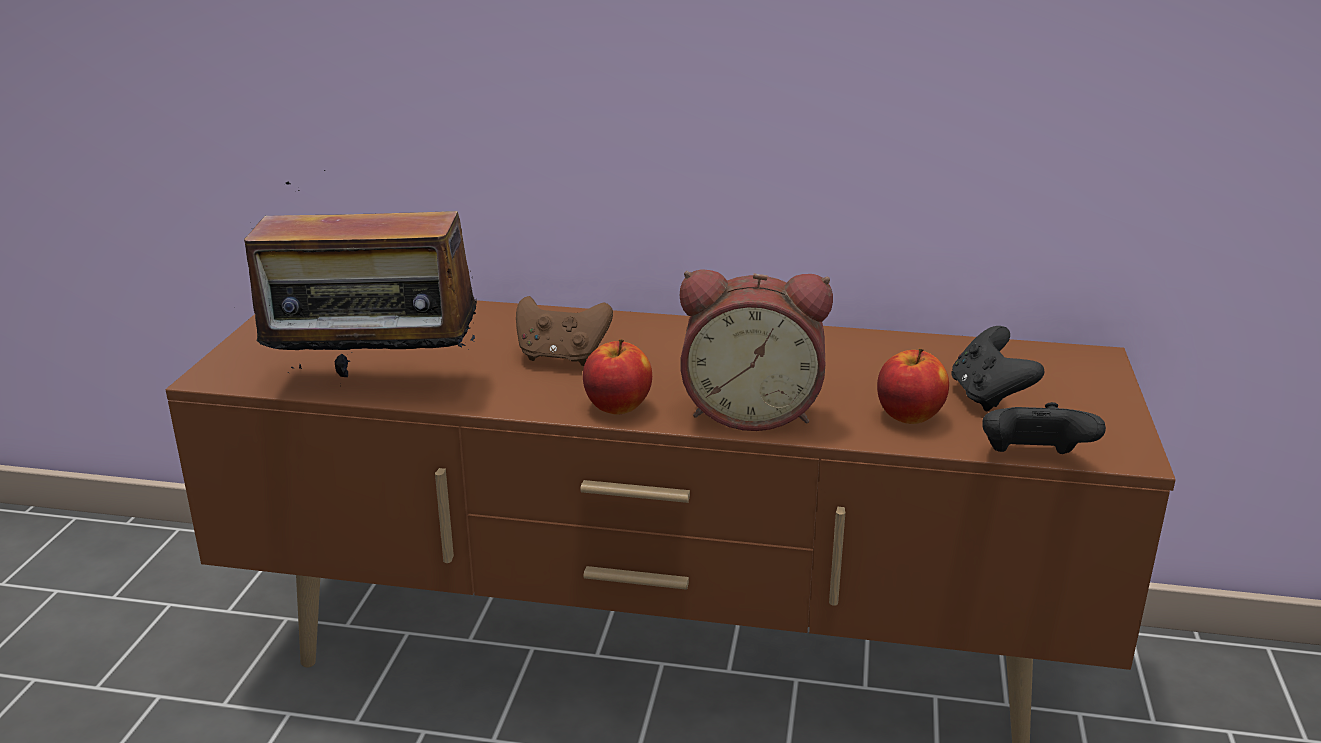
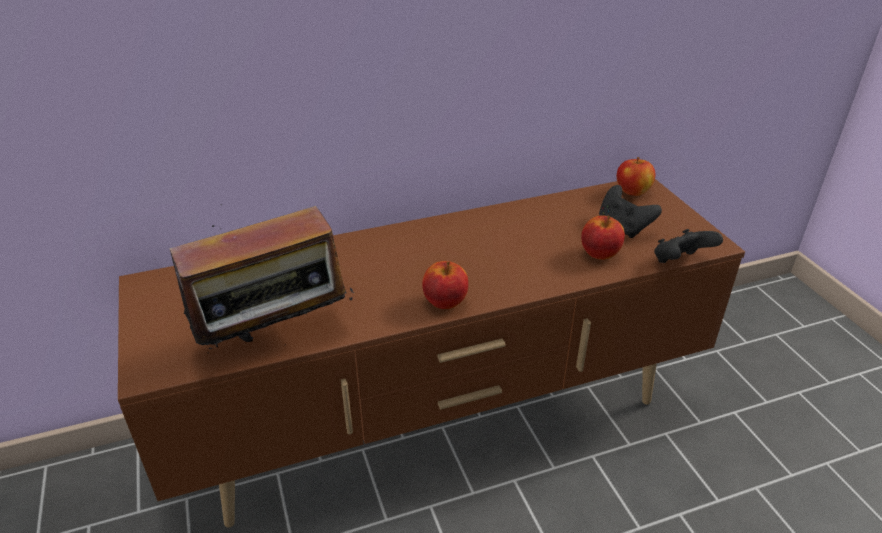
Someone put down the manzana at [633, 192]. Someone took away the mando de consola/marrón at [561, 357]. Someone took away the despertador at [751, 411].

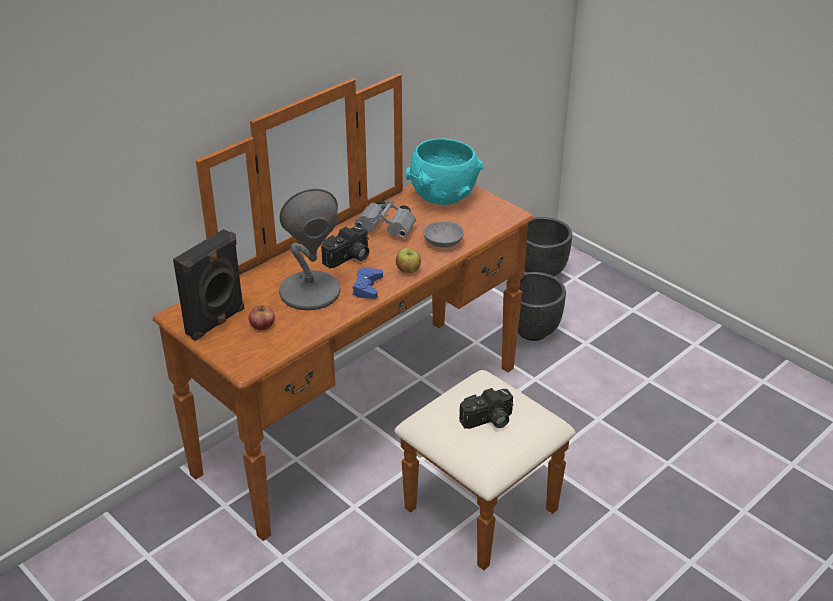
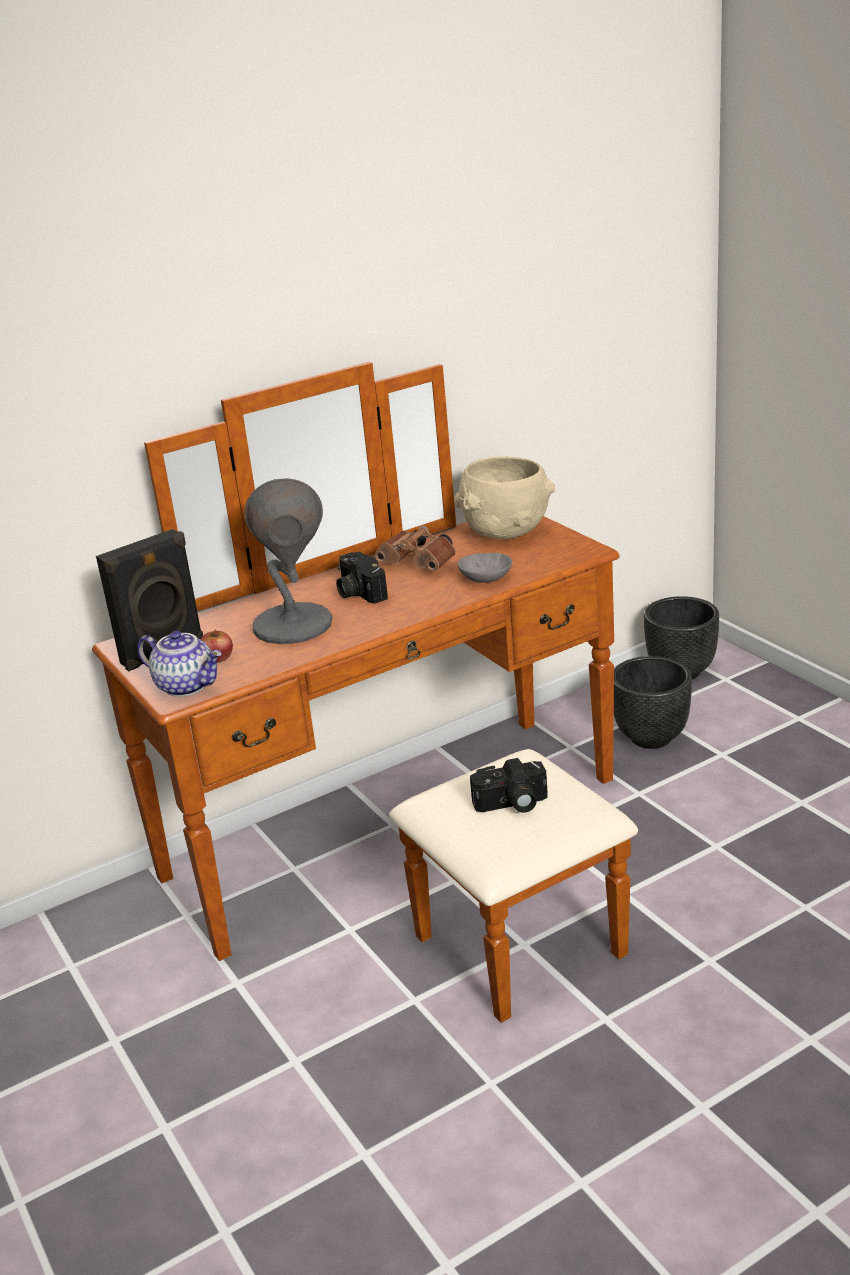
Someone put down the tetera at [187, 686]. Someone rotated the cámara at [349, 258] by 90 degrees clockwise. Someone repainted the prismáticos/gris at [388, 229], which became the prismáticos/marrón at [420, 564]. Someone repainted the cuenco/turquesa at [443, 197], which became the cuenco/beis at [505, 533]. Someone took away the mando de consola/azul at [367, 287]. Someone took away the manzana at [408, 270].

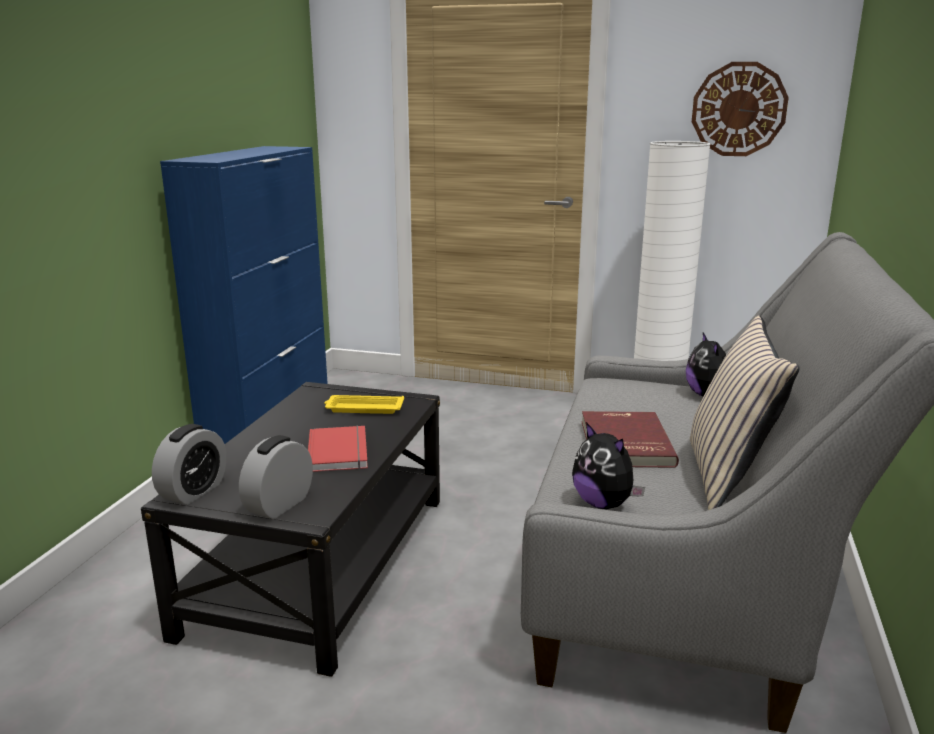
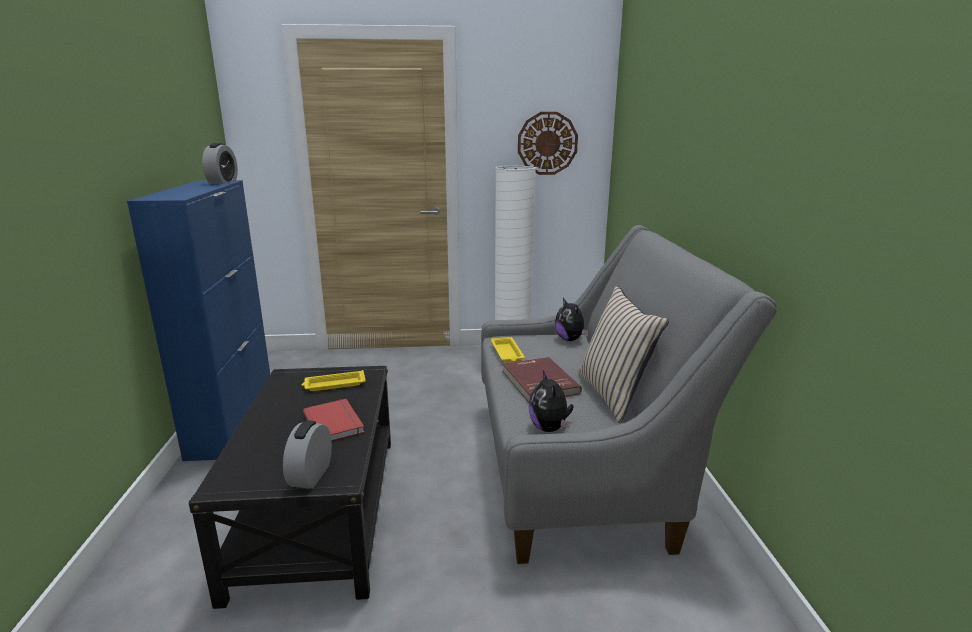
Someone carried the despertador from [194, 491] to [222, 182]. Someone put down the bandeja/amarillo at [507, 353]. Someone rotated the peluche at [604, 504] by 45 degrees clockwise.

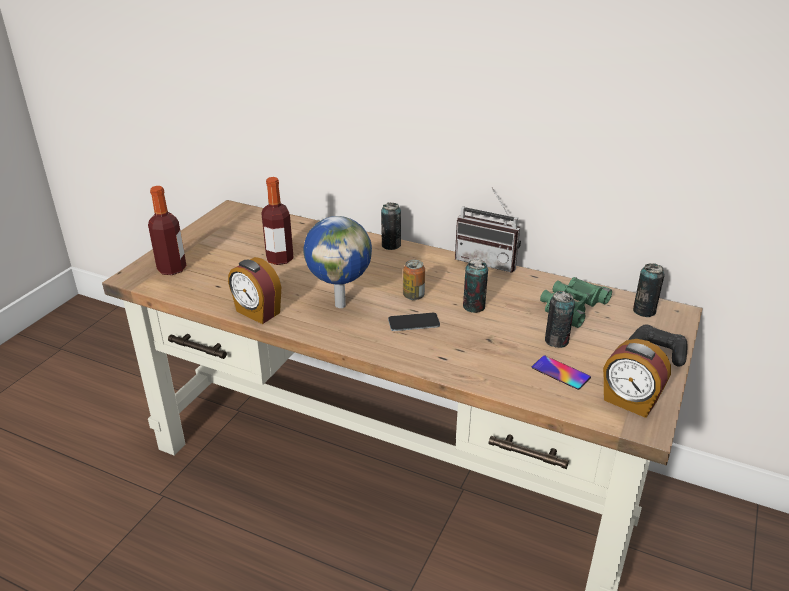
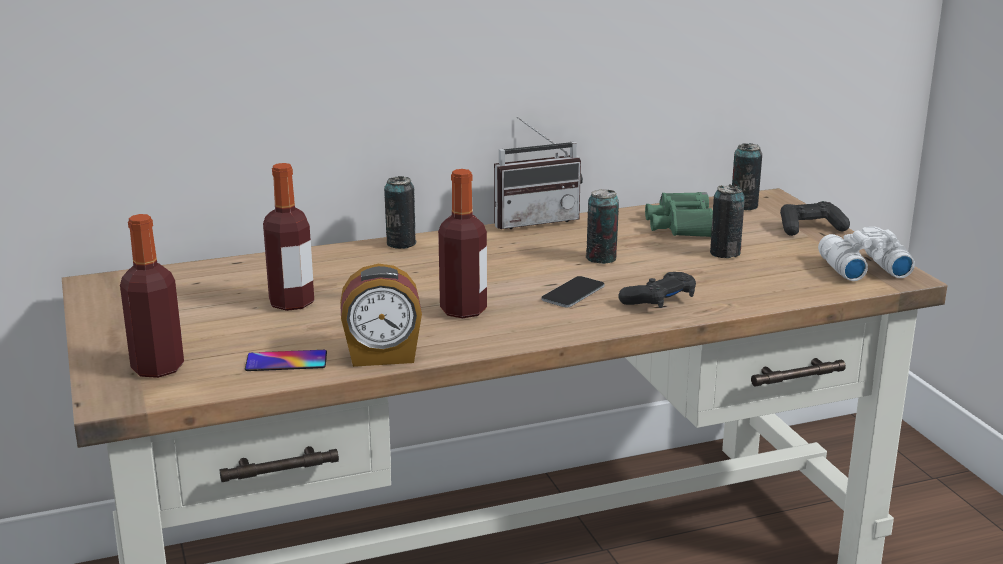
Someone carried the móvil from [560, 373] to [286, 361]. Someone swapped the globo terráqueo at [340, 304] for the botella at [463, 310]. Someone put down the mando de consola/negro at [659, 301]. Someone swapped the despertador at [629, 402] for the prismáticos/blanco at [861, 268]. Someone took away the lata at [413, 296].

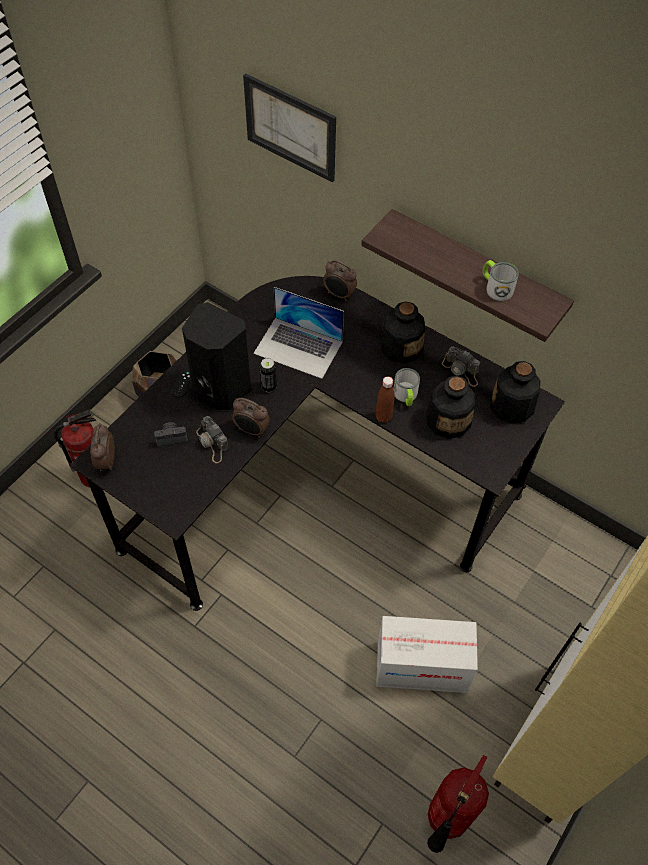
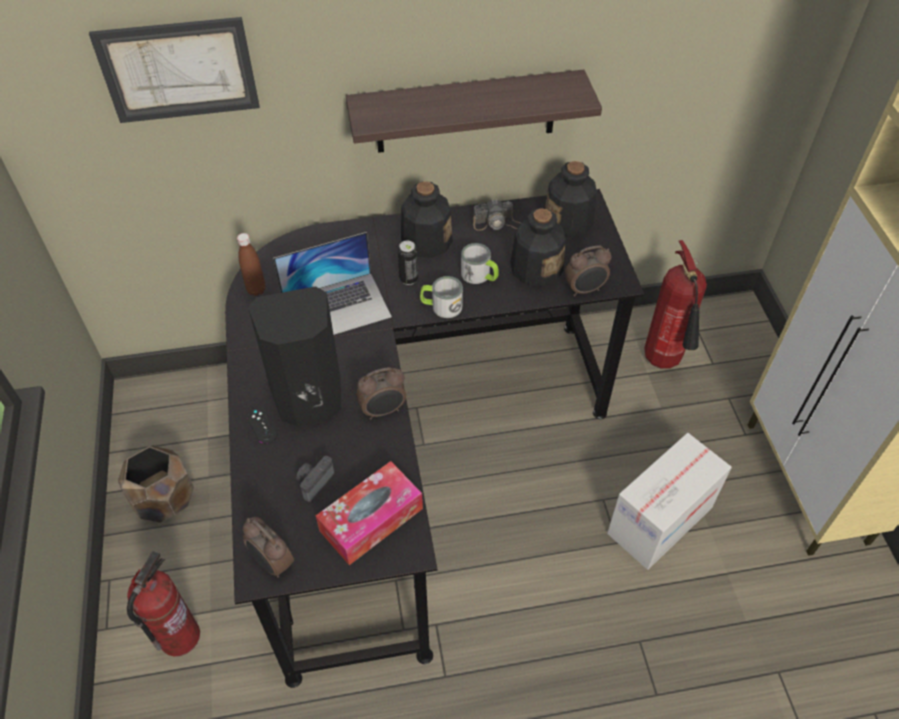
Someone carried the botella/marrón from [383, 417] to [256, 290]. Someone put down the caja de pañuelos at [371, 519]. Someone carried the lata from [269, 387] to [408, 279]. Someone carried the taza grande from [496, 287] to [441, 306]. Someone carried the despertador from [339, 295] to [585, 290]. Someone carried the extintor from [445, 824] to [664, 362]. Someone took away the cámara at [212, 443].

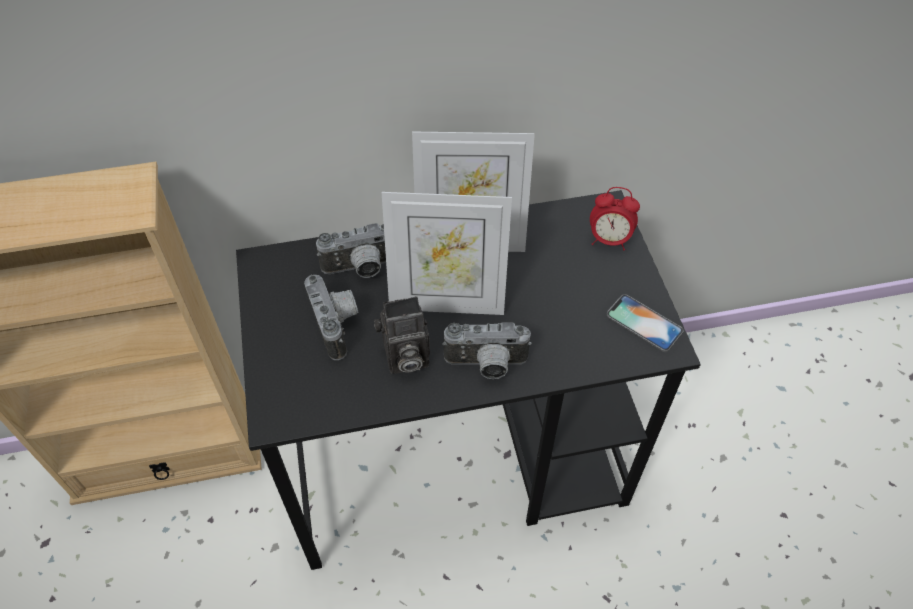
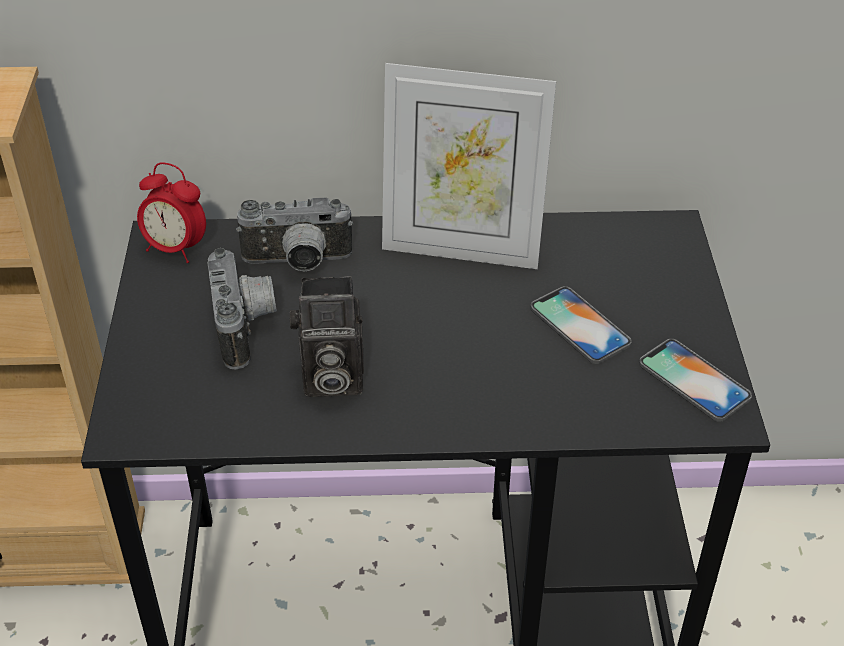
Someone carried the despertador from [609, 240] to [175, 249]. Someone put down the móvil at [579, 325]. Someone took away the portarretratos at [447, 302]. Someone took away the cámara at [486, 365].

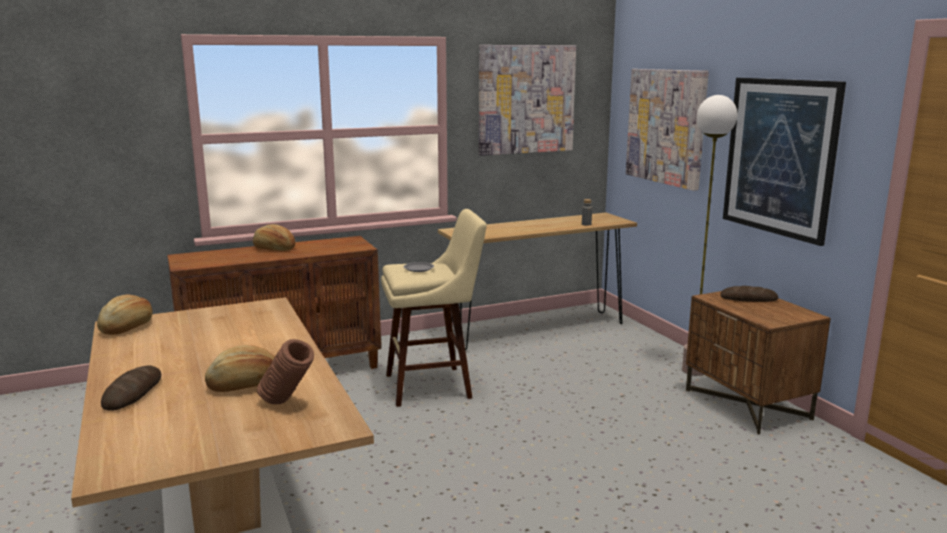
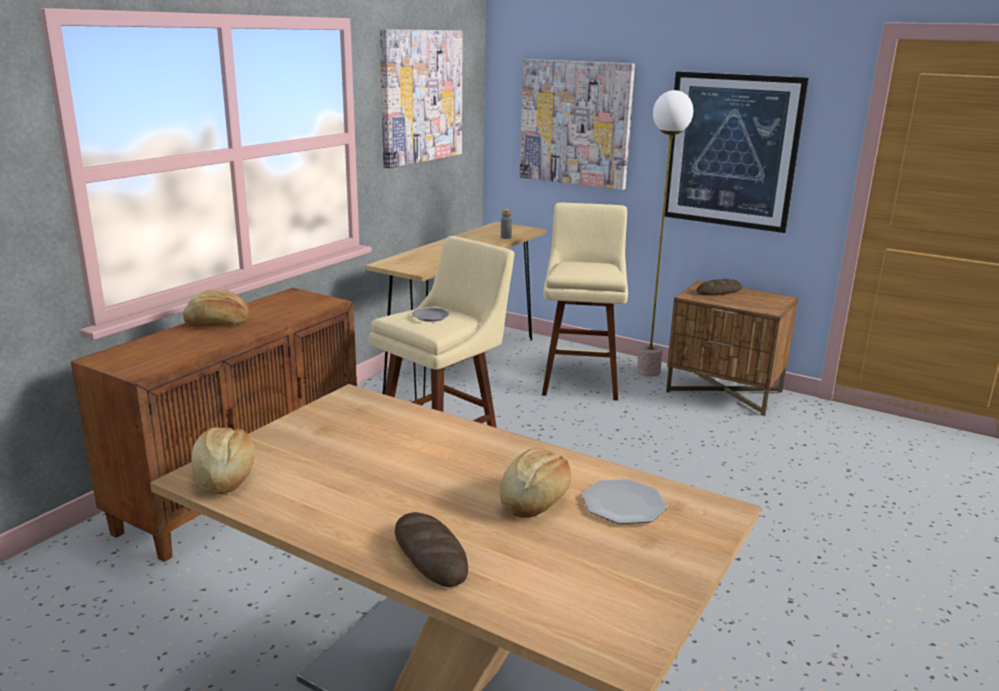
Someone put down the taburete/beis at [580, 380]. Someone swapped the florero/marrón at [288, 403] for the plato at [623, 504].

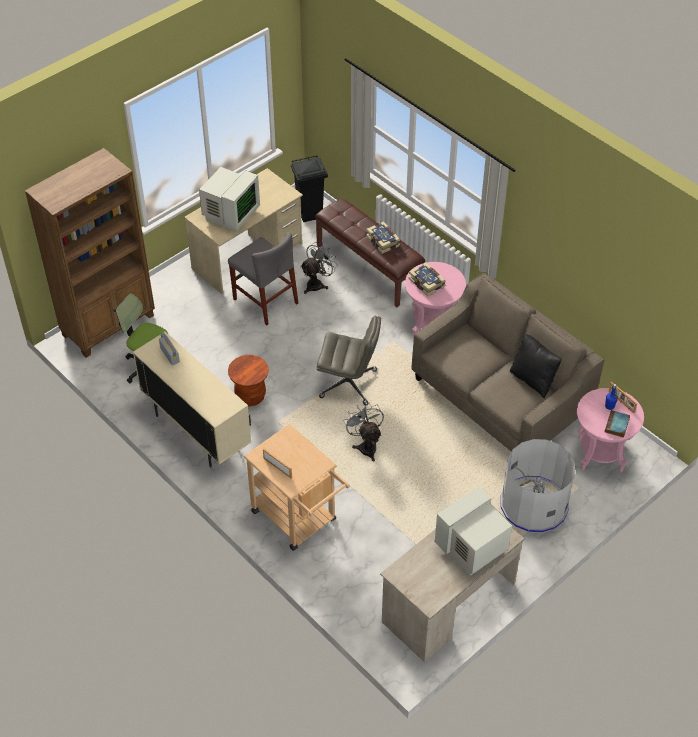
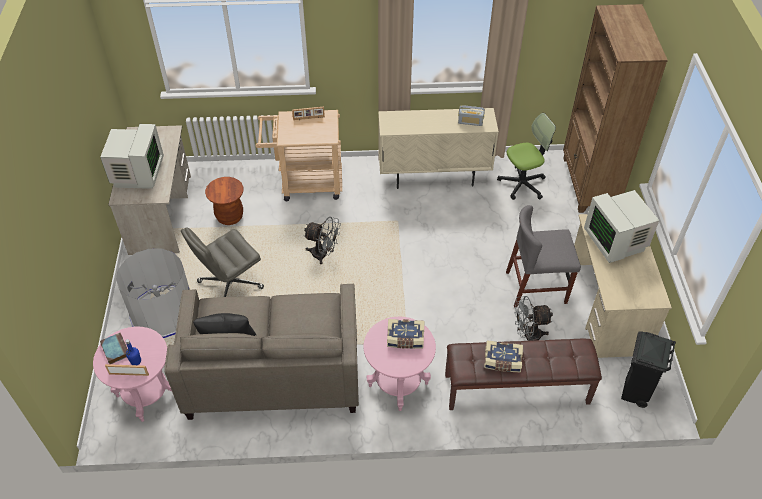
Someone carried the silla de oficina/gris from [349, 384] to [230, 285]. Someone carried the taburete/marrón from [250, 396] to [229, 216]. Someone rotated the ventilador/gris at [317, 284] by 90 degrees clockwise.

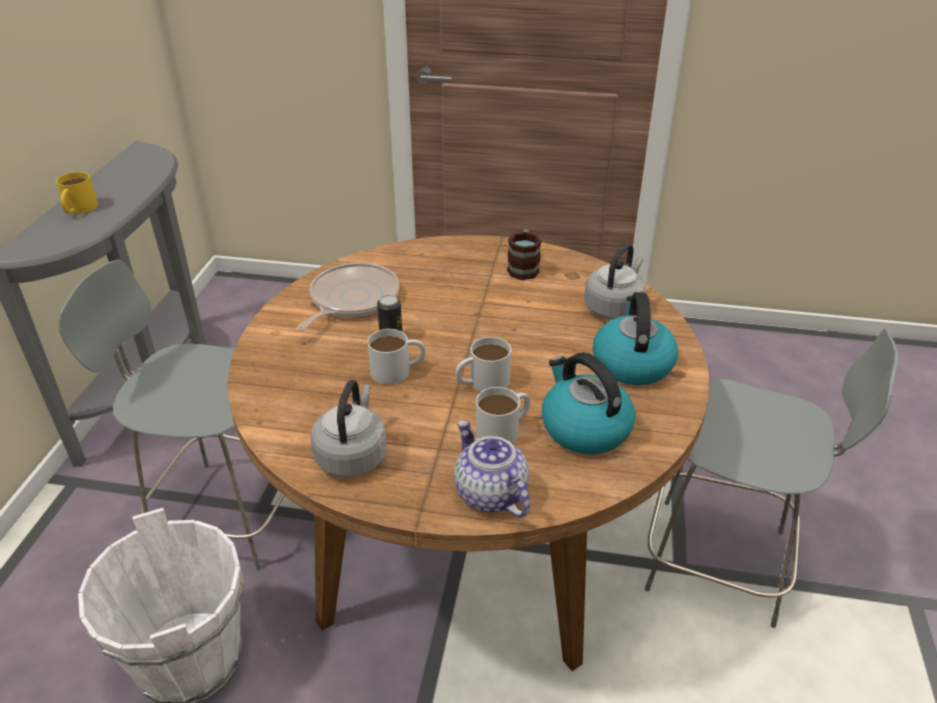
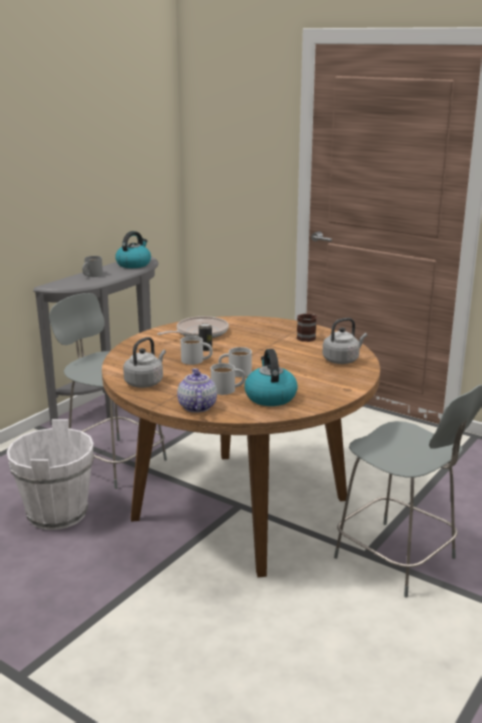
Someone repainted the taza grande/amarillo at [78, 210], which became the taza grande/gris at [91, 275]. Someone carried the hervidor from [631, 363] to [134, 264].

